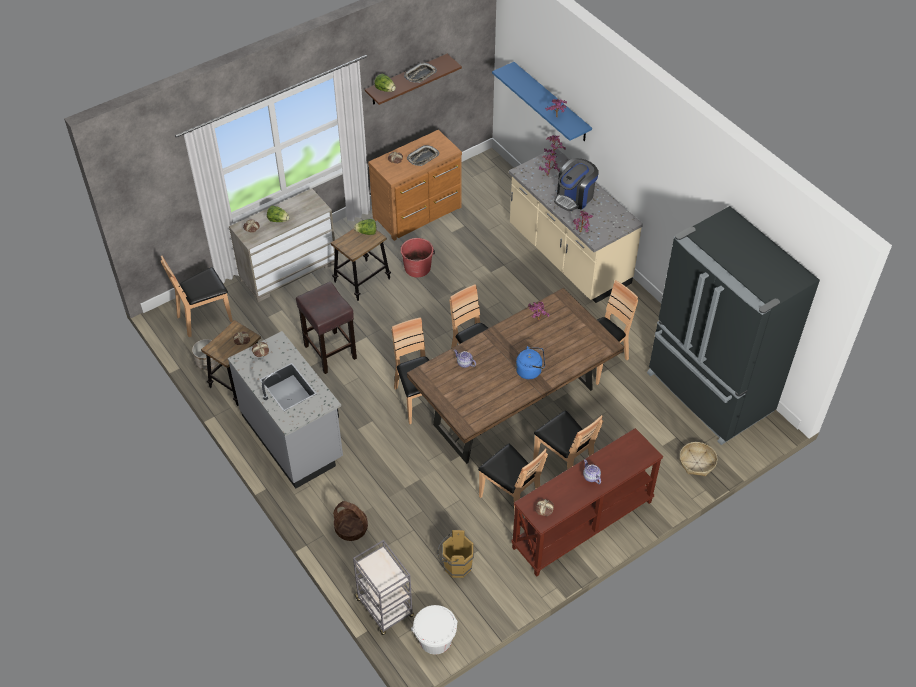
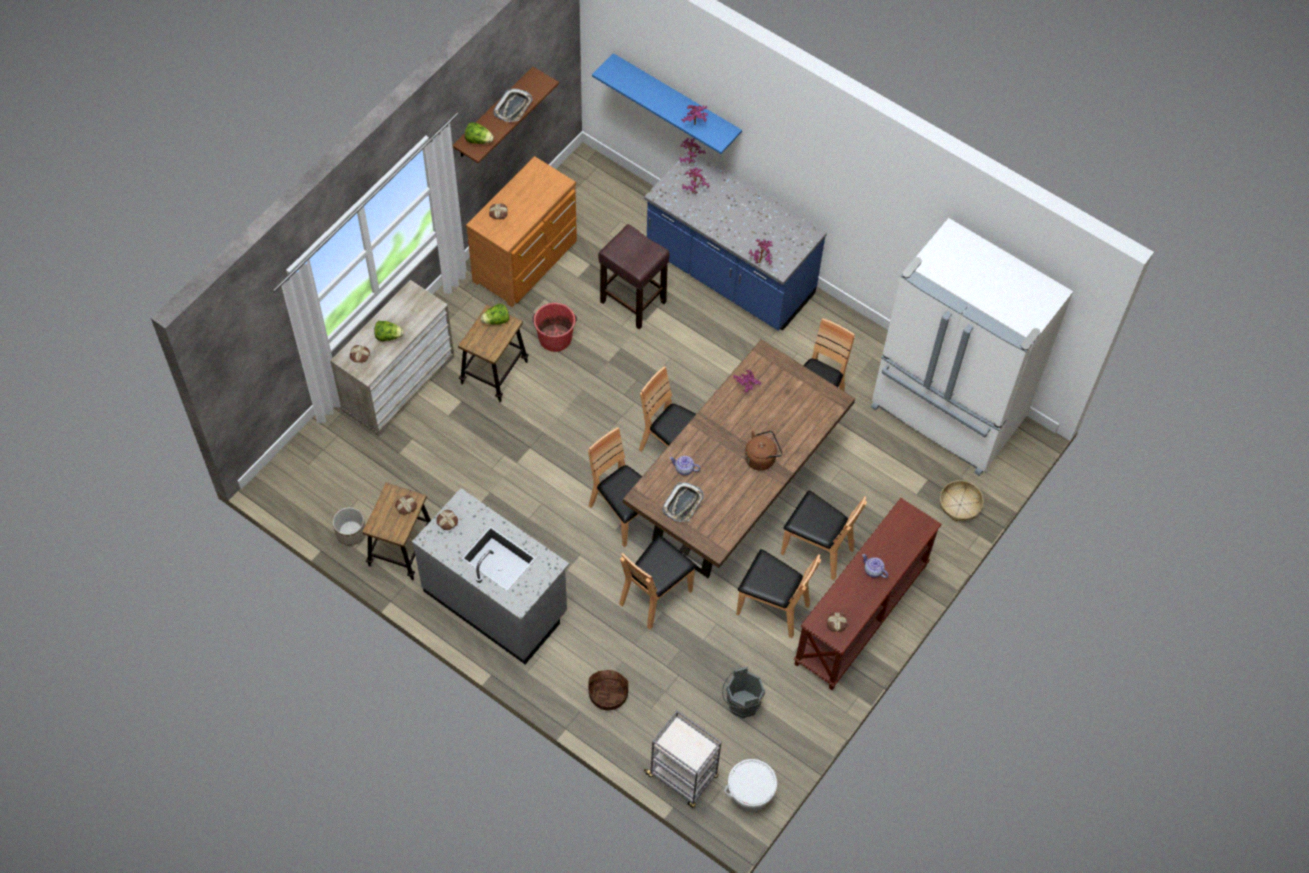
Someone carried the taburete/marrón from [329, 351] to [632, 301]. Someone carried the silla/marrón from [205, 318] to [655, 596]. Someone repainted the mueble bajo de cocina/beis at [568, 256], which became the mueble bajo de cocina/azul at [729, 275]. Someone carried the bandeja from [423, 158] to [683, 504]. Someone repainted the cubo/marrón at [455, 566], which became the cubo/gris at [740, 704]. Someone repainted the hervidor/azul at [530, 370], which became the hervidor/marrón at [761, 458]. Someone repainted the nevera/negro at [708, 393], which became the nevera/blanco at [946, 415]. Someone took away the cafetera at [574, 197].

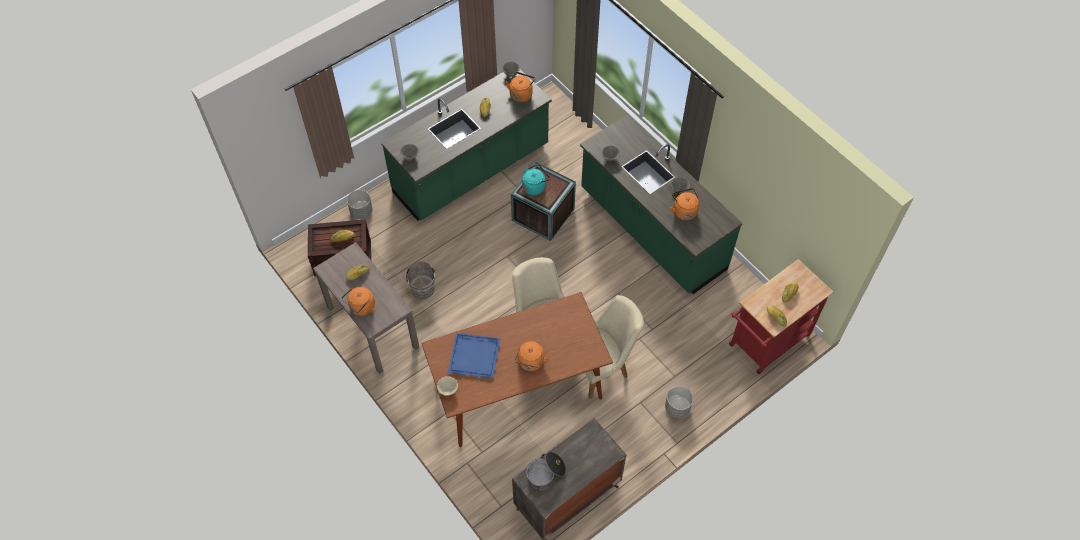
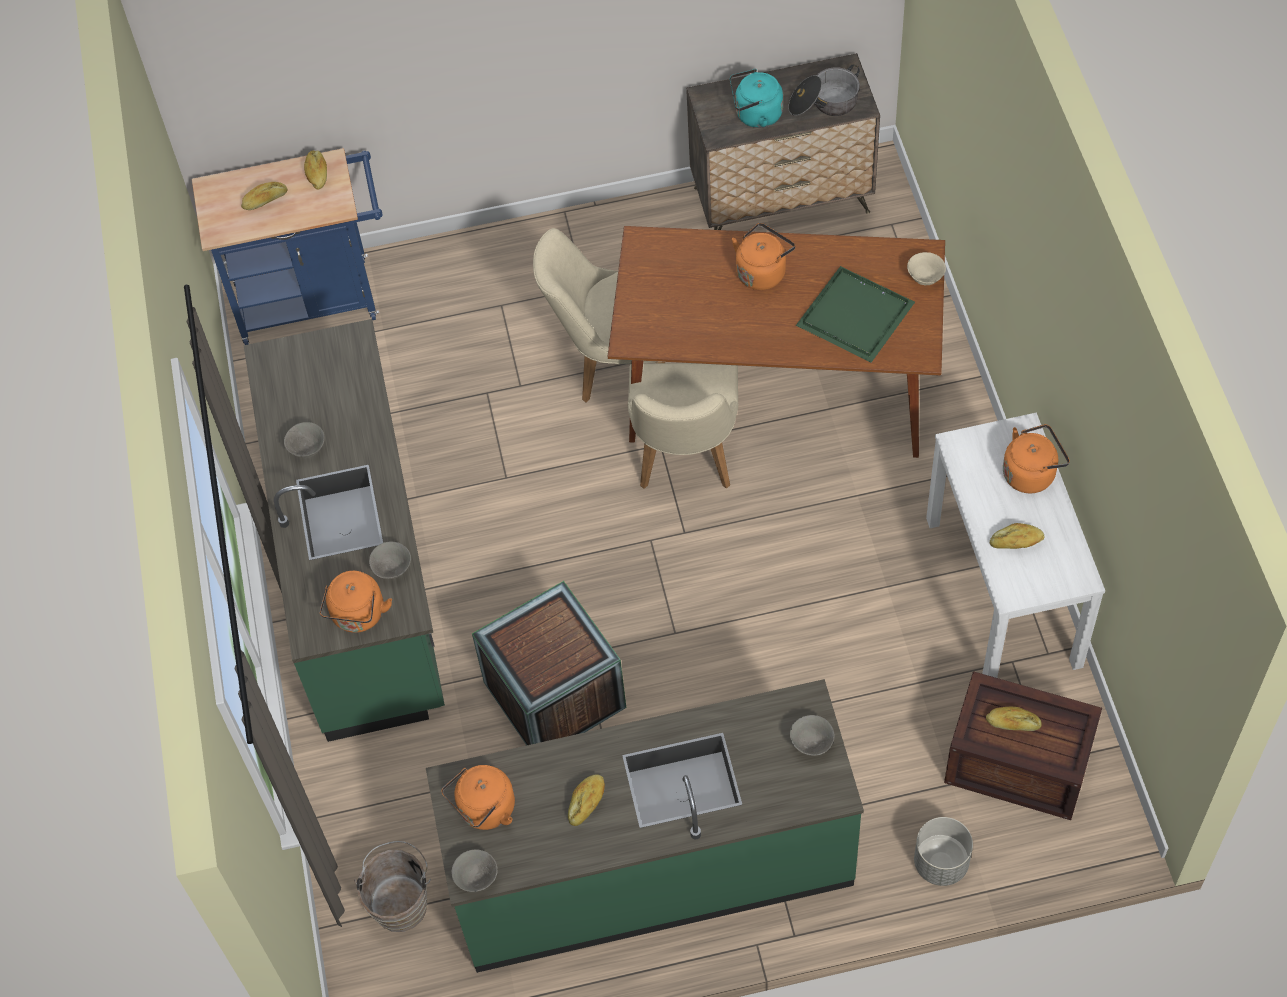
Someone repainted the carrito/rojo at [765, 344], which became the carrito/azul at [315, 298]. Someone carried the hervidor/naranja from [684, 211] to [358, 616]. Someone carried the cubo/marrón from [423, 290] to [401, 902]. Someone carried the hervidor/turquesa from [535, 186] to [755, 115]. Someone repainted the bandeja/azul at [473, 357], which became the bandeja/verde at [857, 315]. Someone repainted the mesa consola/marrón at [372, 326], which became the mesa consola/blanco at [1003, 592]. Someone took away the maceta/gris at [677, 408].

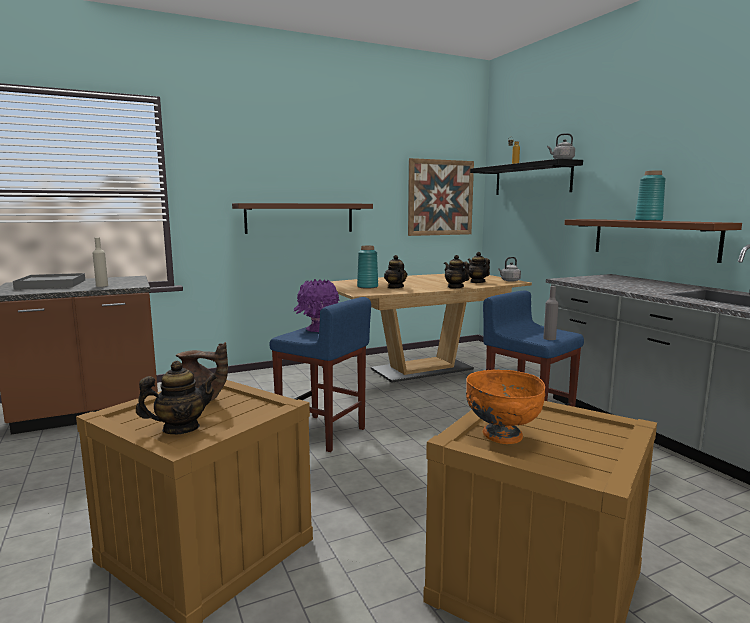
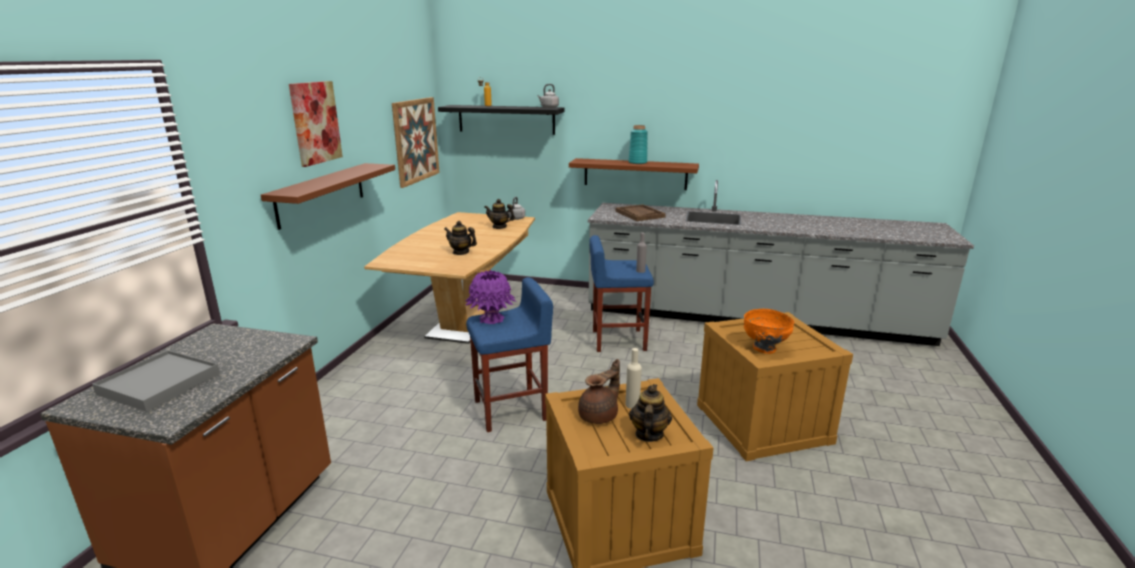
Someone put up the cuadro at [315, 123]. Someone put down the bandeja/marrón at [639, 214]. Someone carried the botella/beis from [102, 285] to [632, 405]. Someone took away the florero/turquesa at [367, 287]. Someone took away the tetera at [455, 287].

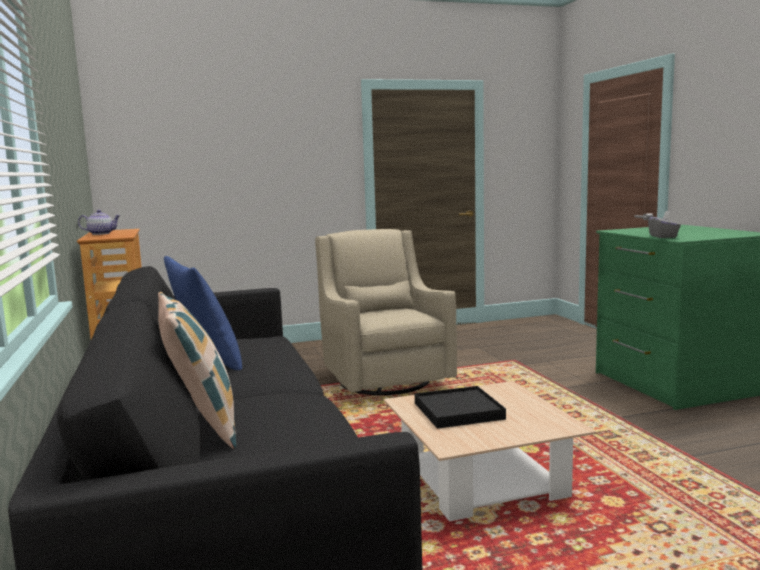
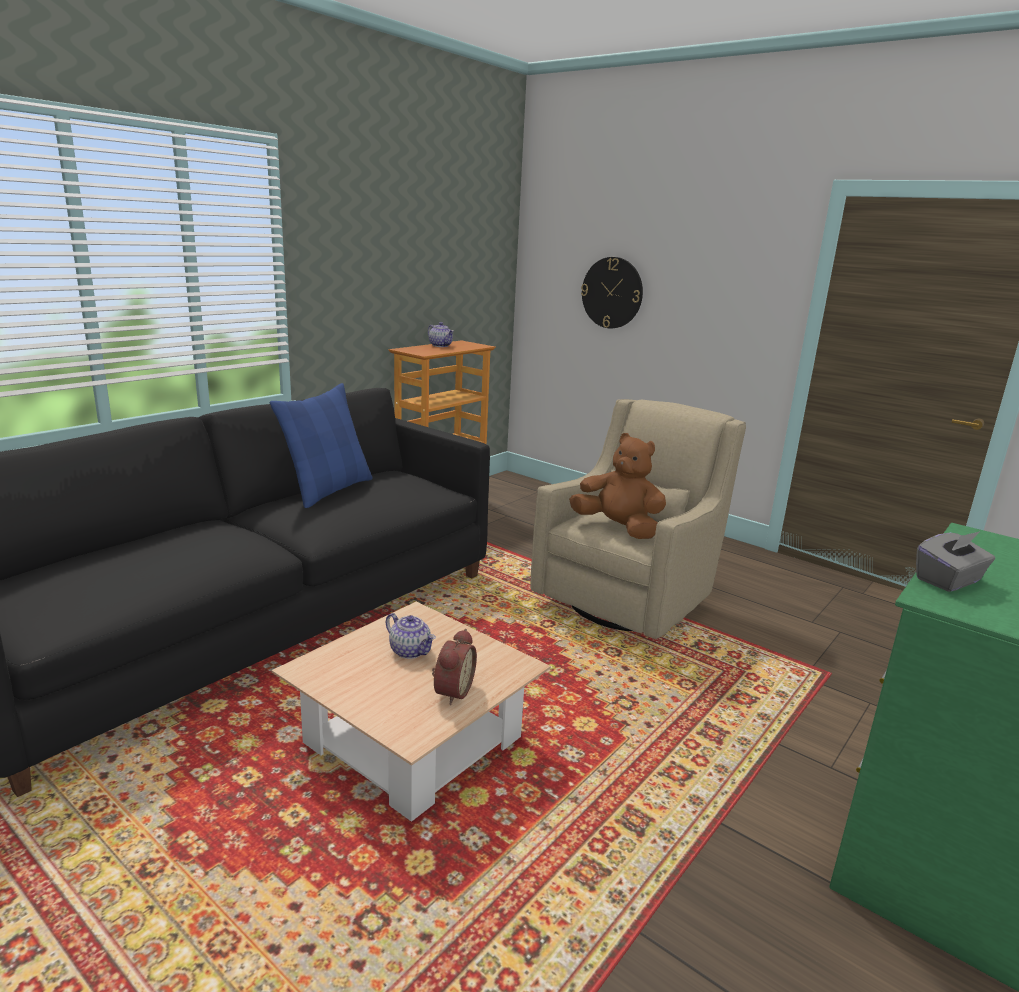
Someone swapped the bandeja/negro at [458, 411] for the tetera at [410, 651]. Someone put down the despertador at [451, 691]. Someone put down the peluche/marrón at [618, 528]. Someone put up the reloj de pared at [612, 293]. Someone took away the cojín at [201, 426].

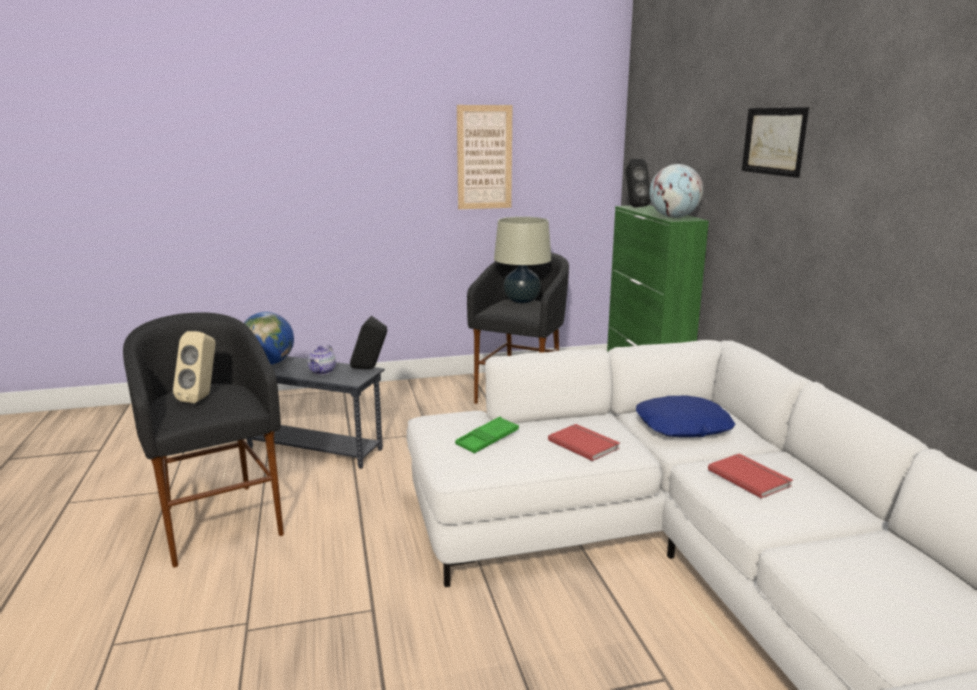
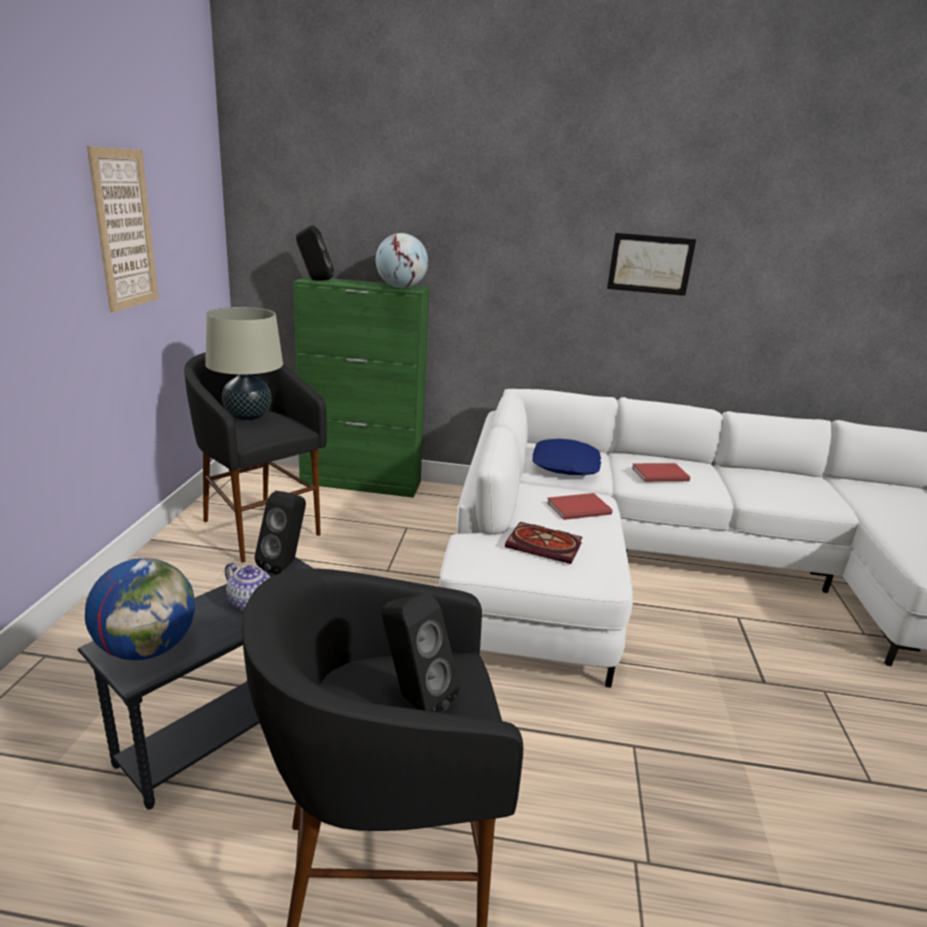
Someone repainted the altavoz/beis at [202, 398], which became the altavoz/negro at [414, 699]. Someone swapped the bandeja/verde at [487, 439] for the libro at [546, 545]. Someone carried the cuadro from [774, 141] to [650, 264].

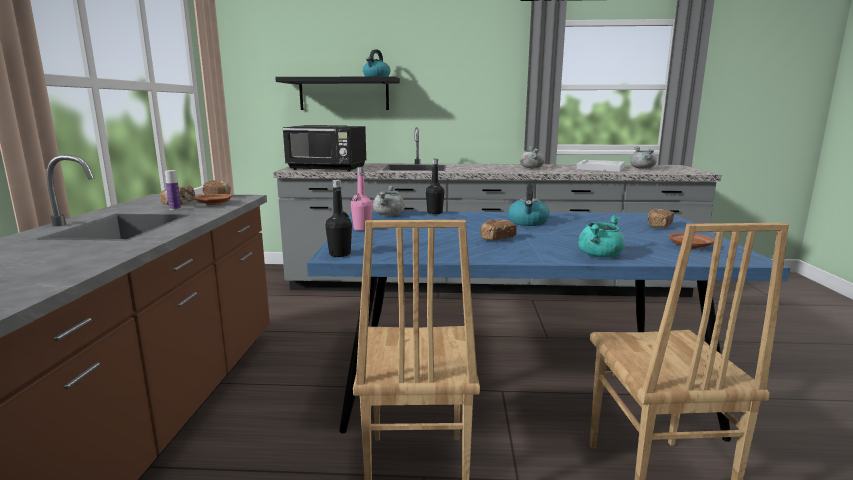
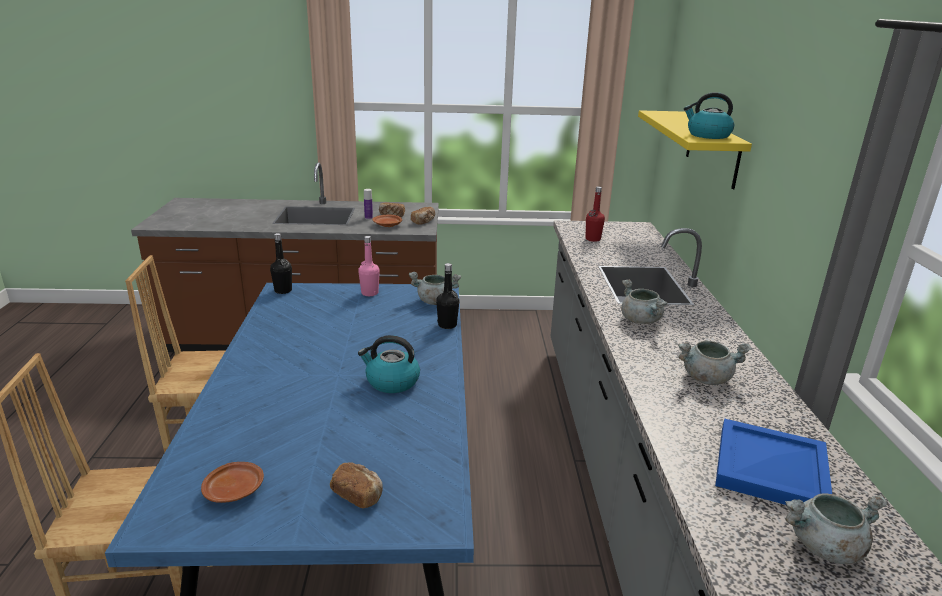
Someone swapped the microondas/negro at [327, 169] for the botella/rojo at [593, 239]. Someone put down the olla/gris at [641, 320]. Someone repainted the estante/negro at [344, 94], which became the estante/amarillo at [712, 148]. Someone repainted the bandeja/blanco at [599, 168], which became the bandeja/azul at [769, 467]. Someone took away the pan at [497, 239]. Someone took away the olla/turquesa at [599, 255].

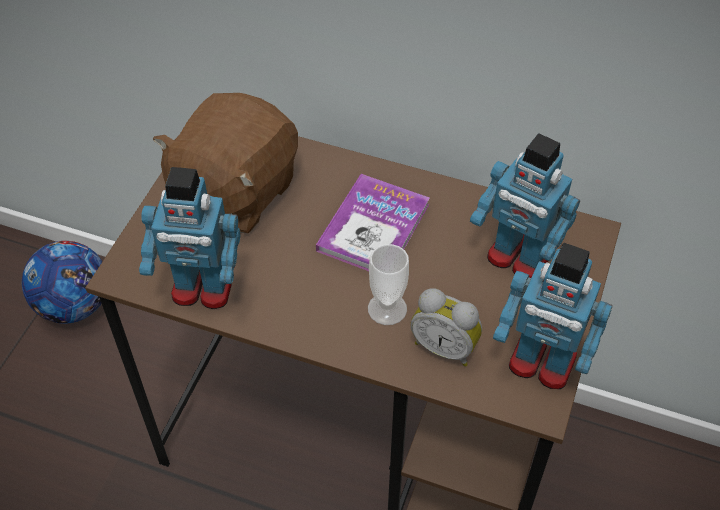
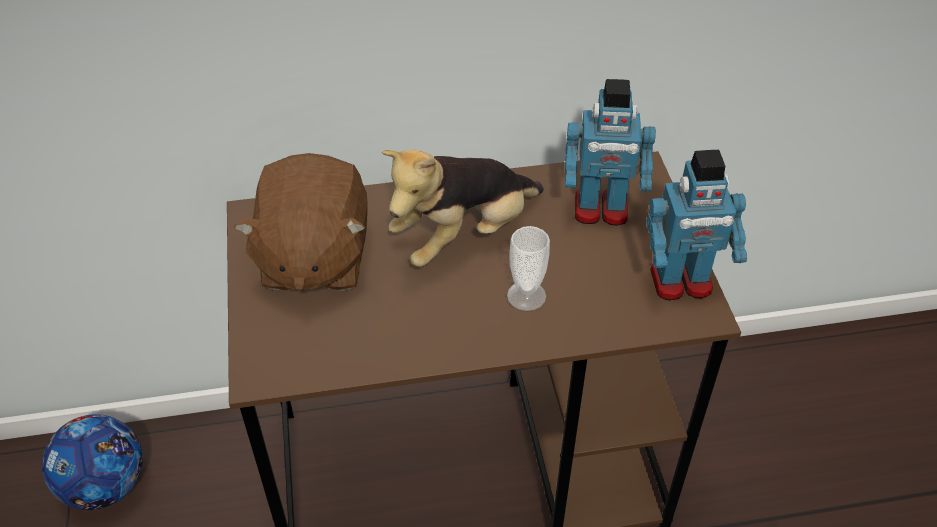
Someone swapped the libro at [373, 227] for the peluche at [463, 236]. Someone took away the robot de juguete at [202, 289]. Someone took away the despertador at [445, 346].

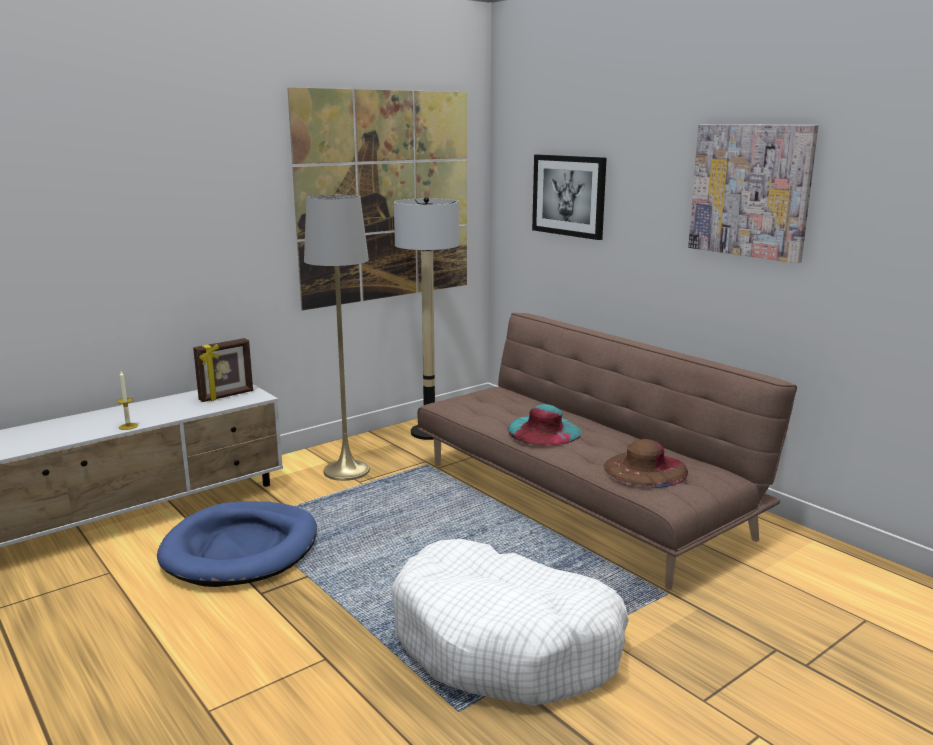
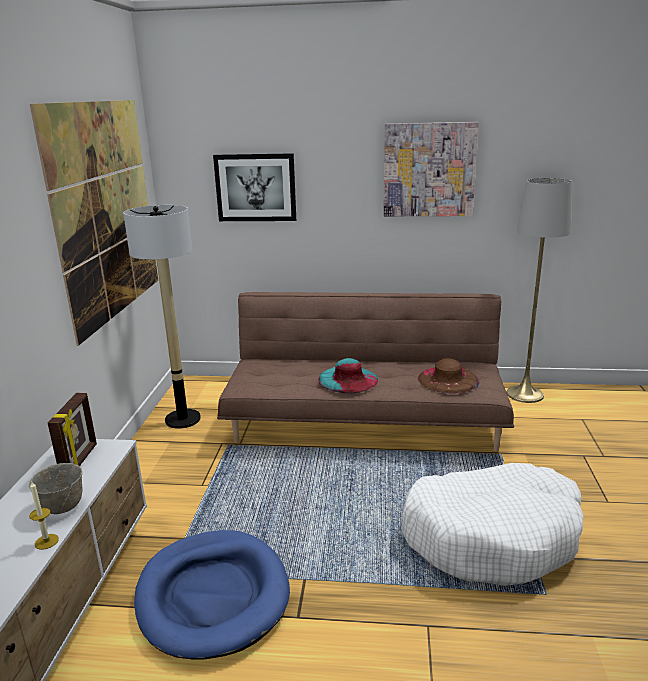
Someone put down the cuenco/gris at [63, 507]. Someone carried the lámpara de pie/gris from [346, 470] to [524, 394].

